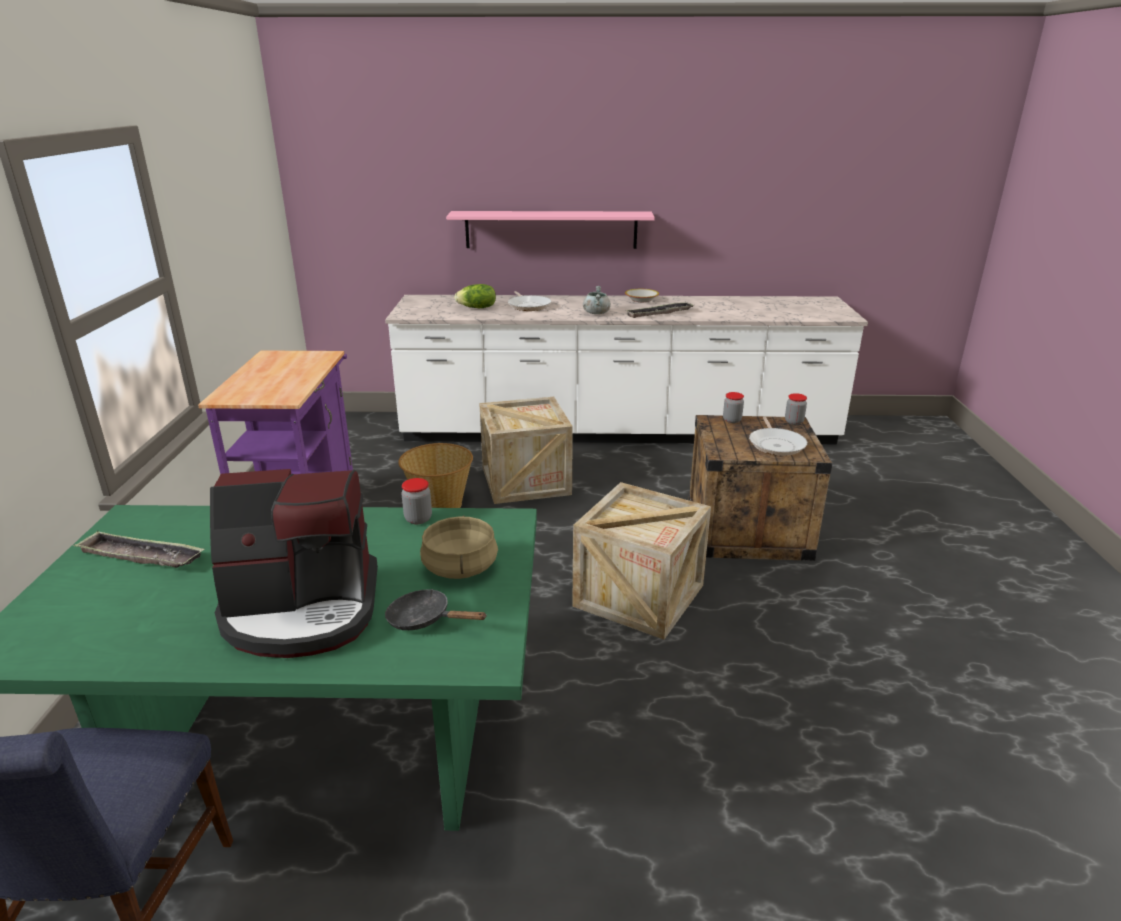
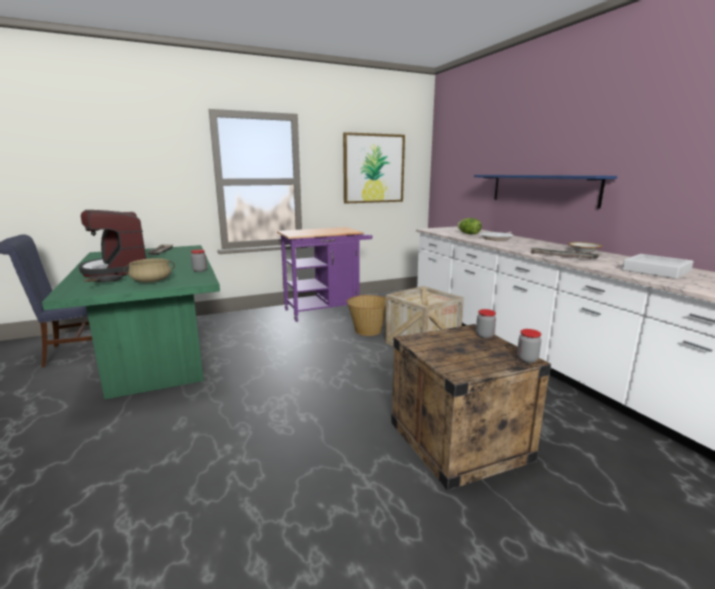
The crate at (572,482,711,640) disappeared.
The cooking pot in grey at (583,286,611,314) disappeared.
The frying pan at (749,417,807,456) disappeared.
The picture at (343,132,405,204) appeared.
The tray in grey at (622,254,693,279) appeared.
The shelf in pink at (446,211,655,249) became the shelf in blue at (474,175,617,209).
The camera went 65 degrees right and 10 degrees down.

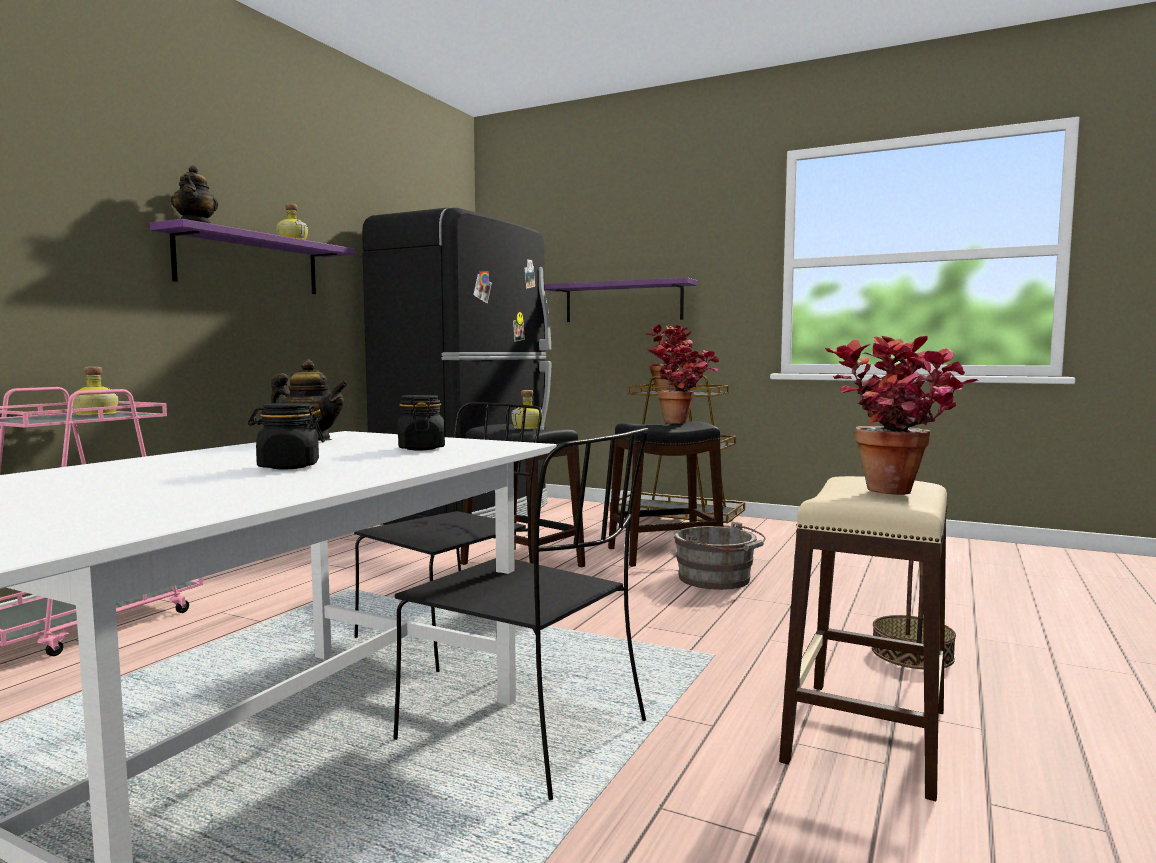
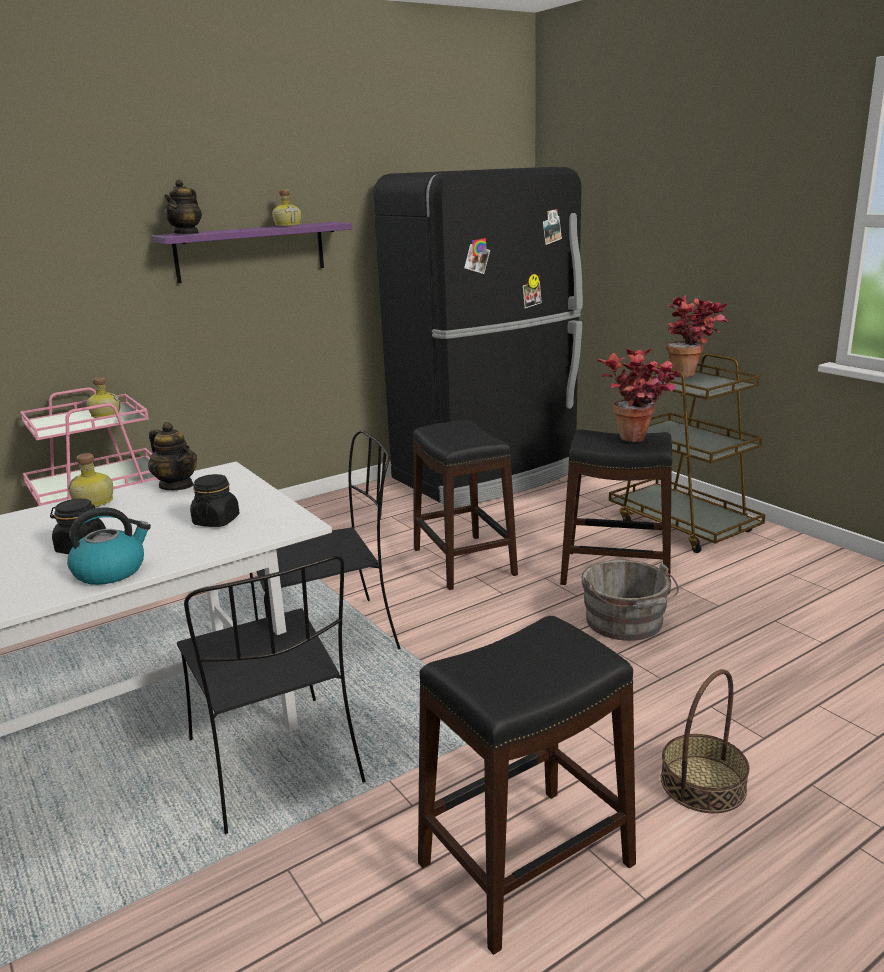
The shelf in purple at (544,277,698,322) disappeared.
The potted plant at (825,336,978,495) disappeared.
The kettle at (67,507,151,585) appeared.
The bottle moved from (511,390,543,429) to (68,453,113,507).
The stool in beige at (779,476,948,801) became the stool in black at (418,616,636,955).
The camera went 30 degrees right and 15 degrees up.

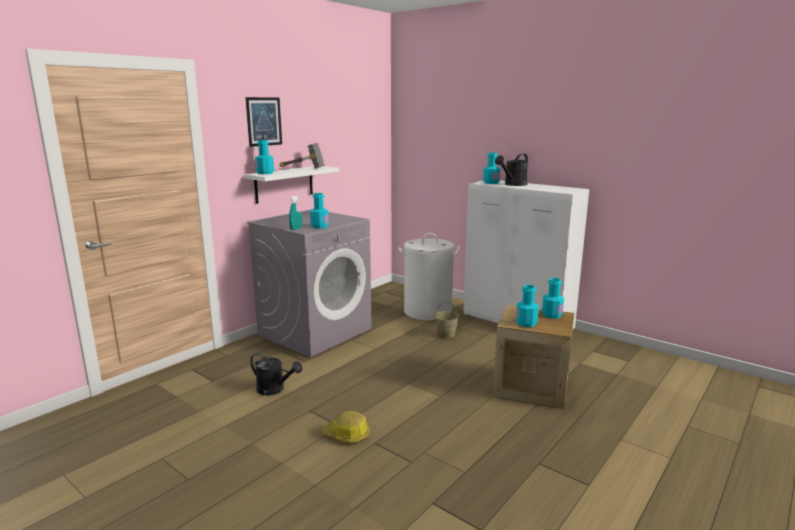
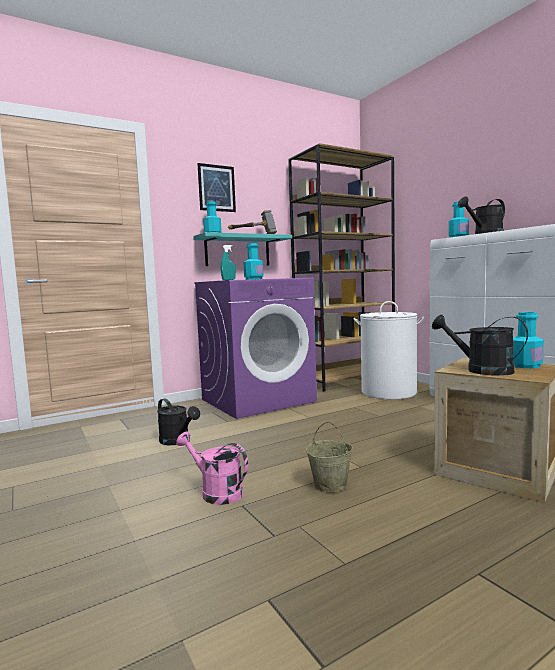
The bookcase in brown at (288,143,395,392) appeared.
The bucket in beige moved from (434,301,459,339) to (306,421,353,493).
The hard hat at (322,411,370,443) was replaced by the watering can in pink at (176,432,248,505).
The bottle in turquoise at (516,285,539,327) was replaced by the watering can in black at (432,315,528,376).
The shelf in white at (244,166,339,204) became the shelf in turquoise at (193,232,292,266).
The washing machine in grey at (247,209,372,357) became the washing machine in purple at (194,278,317,419).
The camera went 20 degrees right and 10 degrees down.

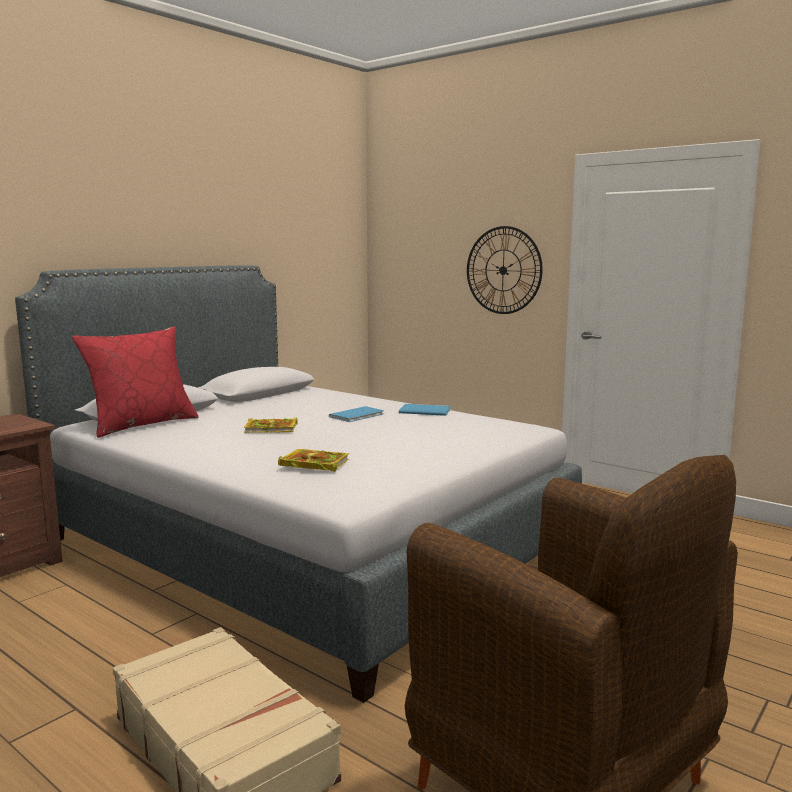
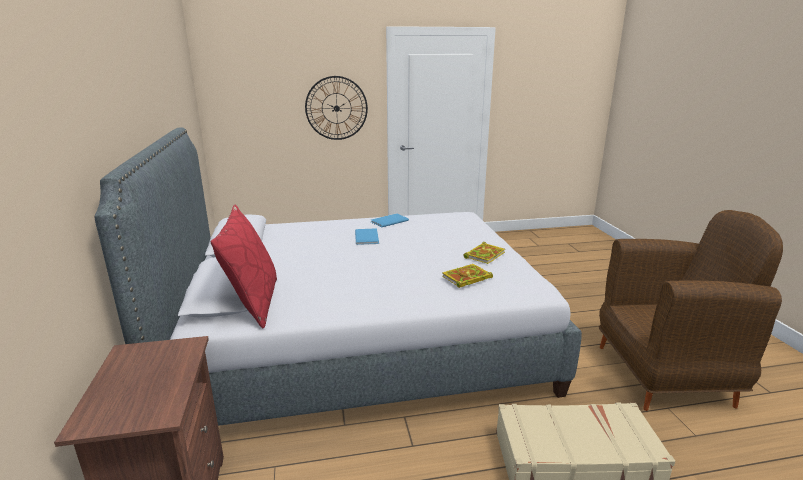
The book moved from (244,417,298,433) to (463,242,505,264).
The camera went 50 degrees left and 10 degrees up.

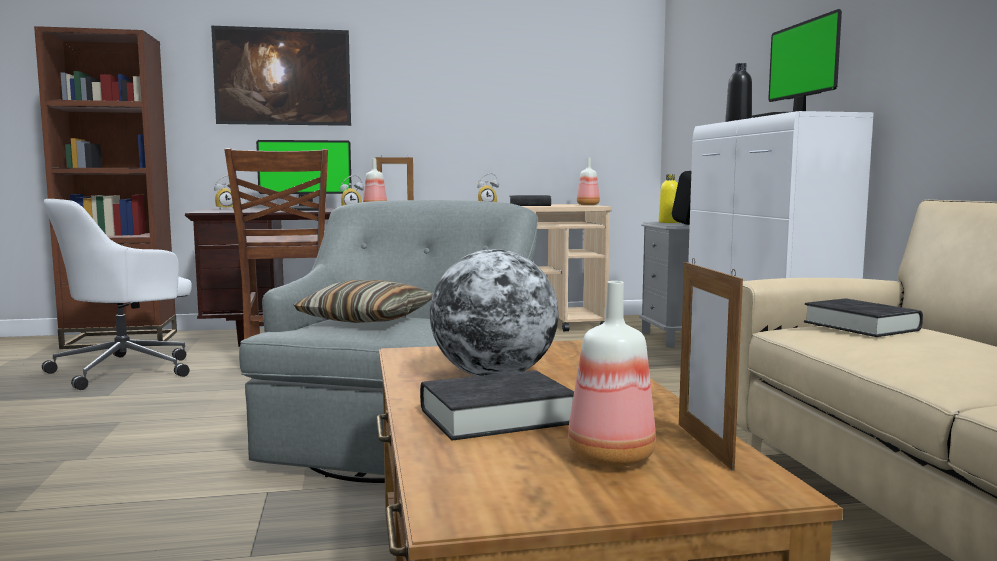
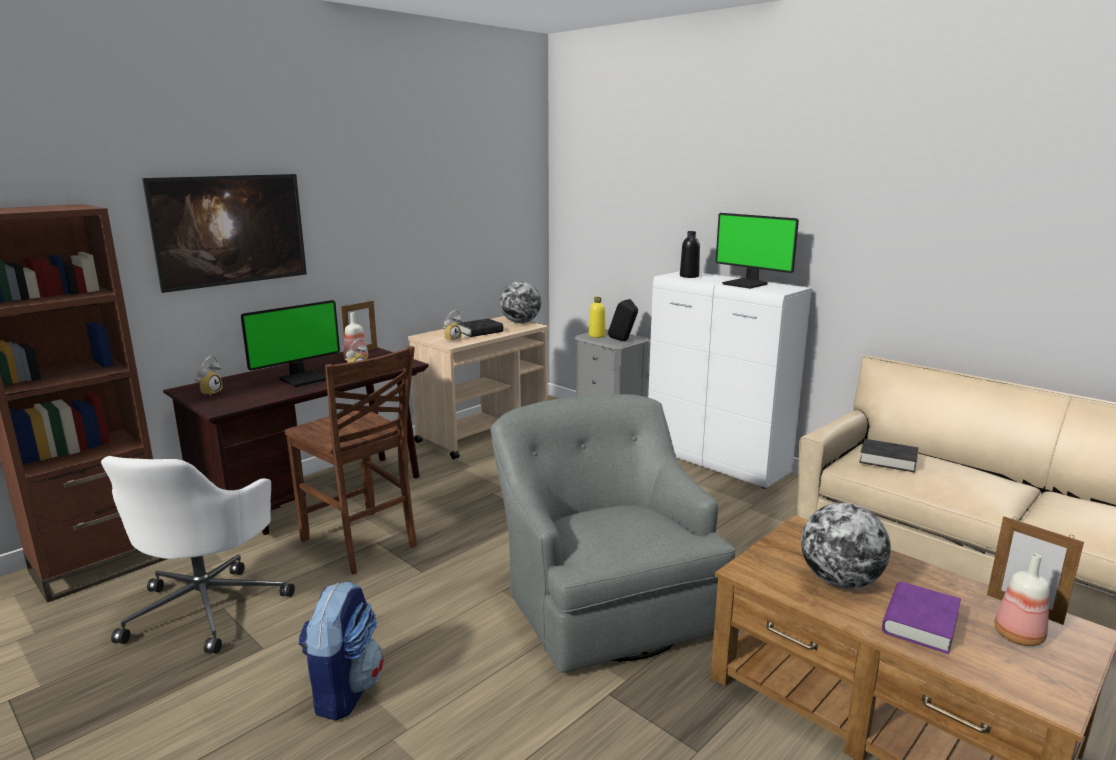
The pillow at (293,280,433,323) disappeared.
The backpack at (298,581,384,721) appeared.
The bottle at (577,158,600,205) was replaced by the globe at (500,281,541,323).
The book in black at (420,370,574,441) became the book in purple at (882,582,961,654).
The camera went 35 degrees left and 10 degrees up.

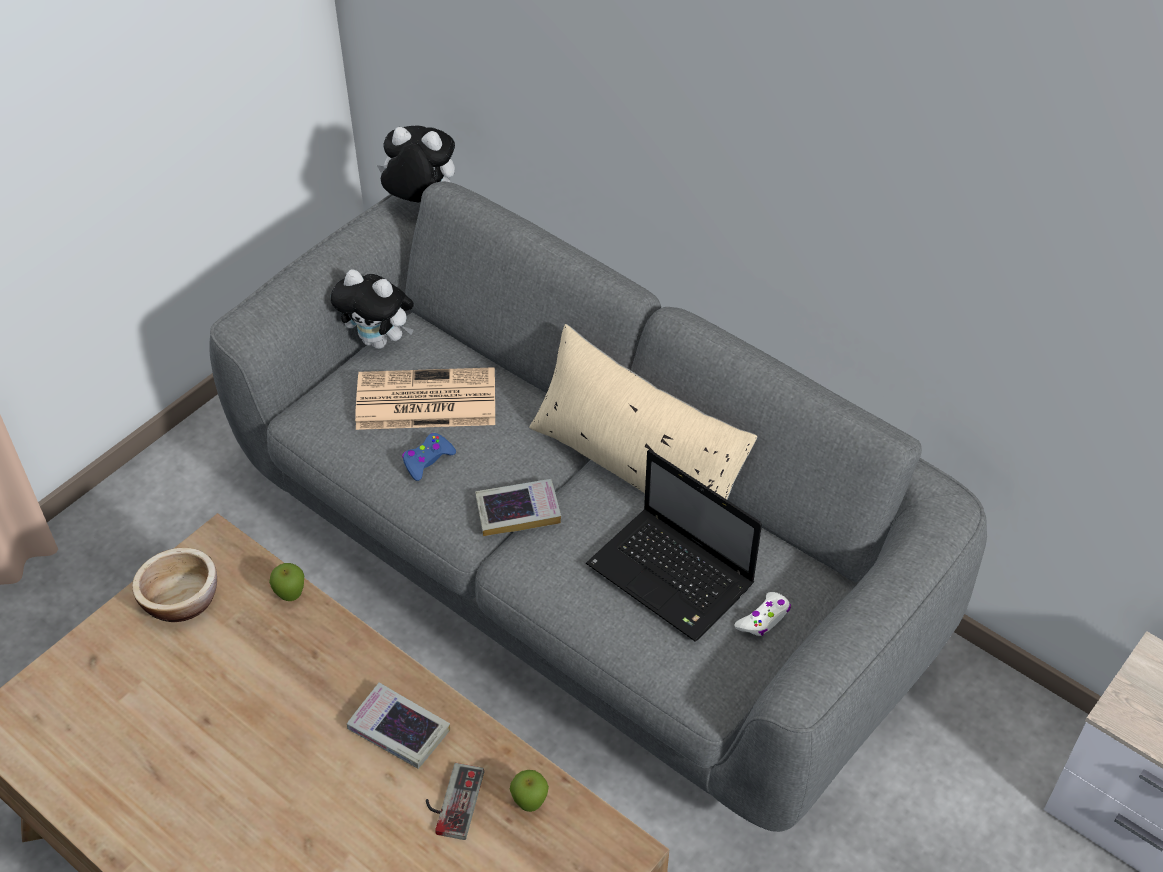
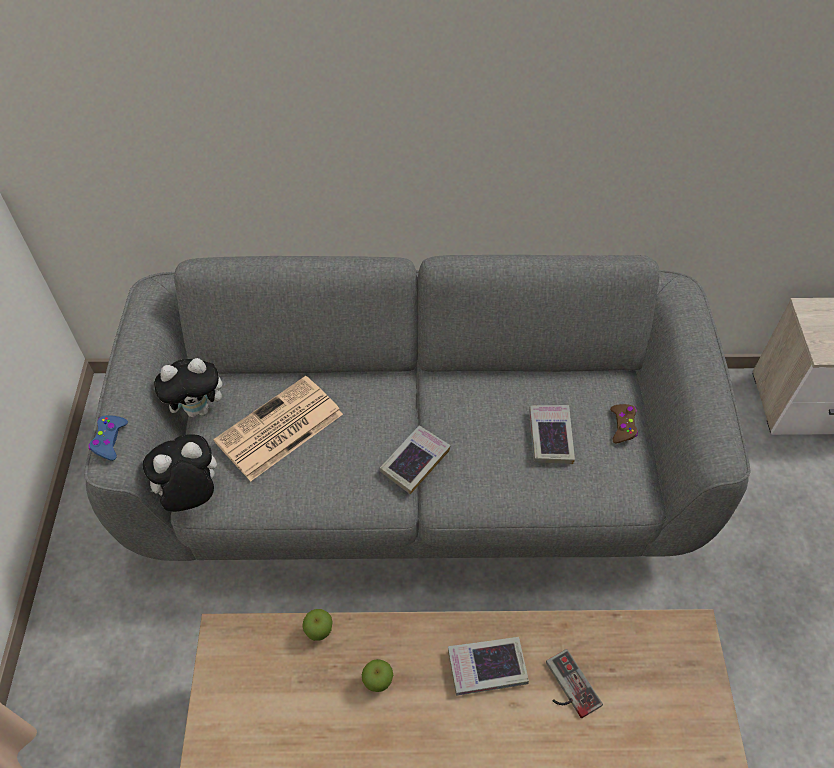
The bowl at (132,548,217,622) disappeared.
The pillow in beige at (529,324,757,499) disappeared.
The plush toy moved from (377,126,455,202) to (143,434,217,512).
The game controller in blue moved from (402,433,456,481) to (89,415,128,461).
The apple moved from (510,770,549,812) to (362,659,393,692).
The laptop at (586,450,762,642) was replaced by the book at (529,405,575,464).
The game controller in white at (734,592,791,636) became the game controller in brown at (610,404,638,444).
The camera went 40 degrees left and 5 degrees up.

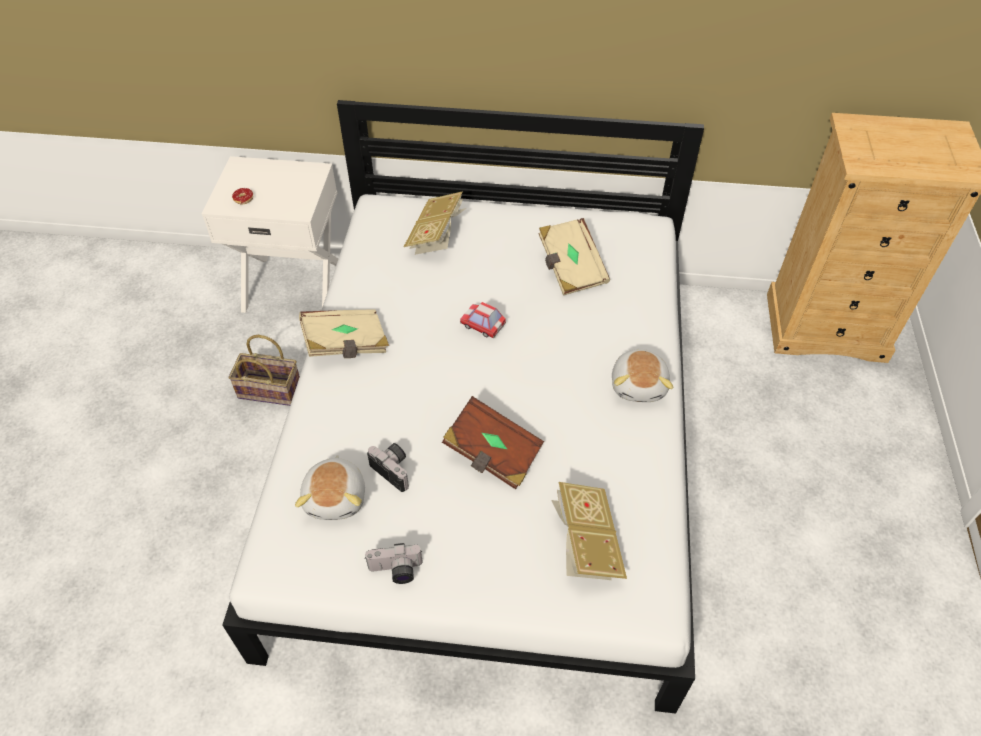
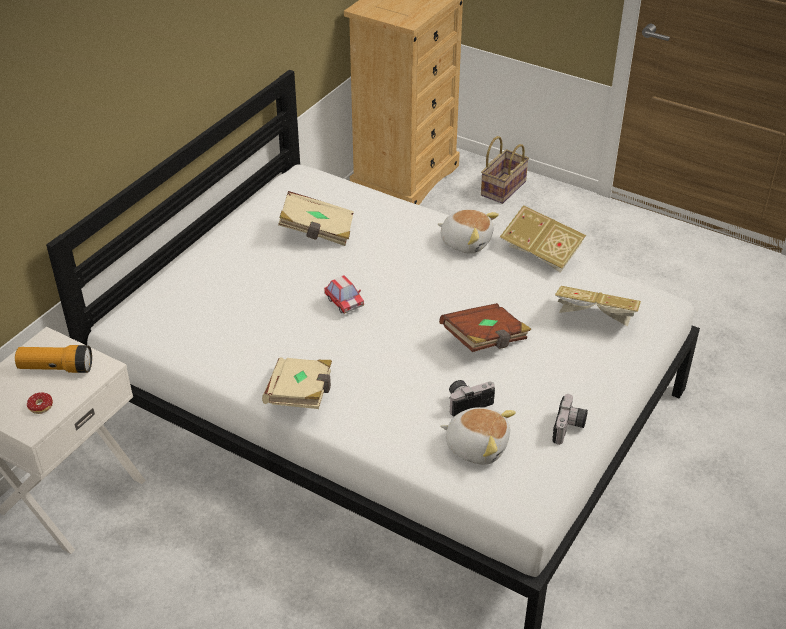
The flashlight at (15,345,92,373) appeared.
The basket moved from (229,335,300,406) to (481,136,529,204).
The book moved from (404,191,466,255) to (500,205,586,273).
The toy car at (460,302,506,338) turned 90 degrees counterclockwise.
The camera went 65 degrees left and 10 degrees down.

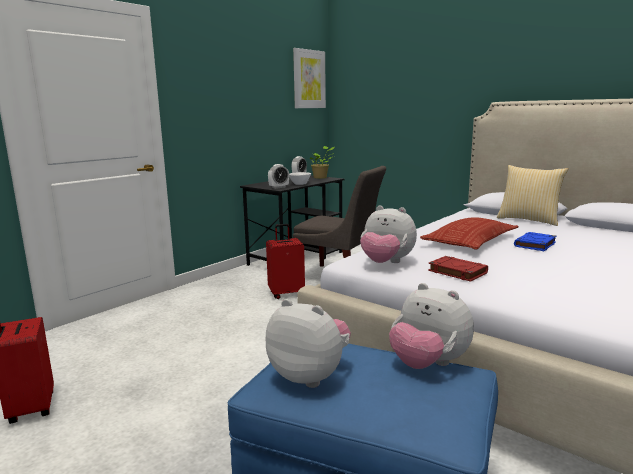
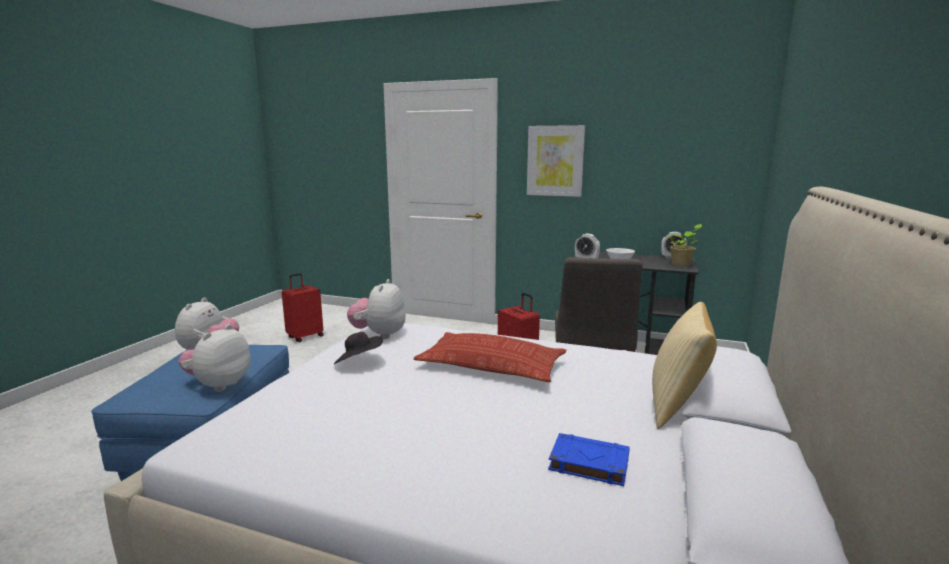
The picture moved from (293,48,326,108) to (527,125,585,197).
The book in blue moved from (514,232,557,251) to (548,433,630,486).
The book in red at (428,256,488,282) was replaced by the hat in black at (334,332,383,364).
The camera went 70 degrees right and 0 degrees up.

